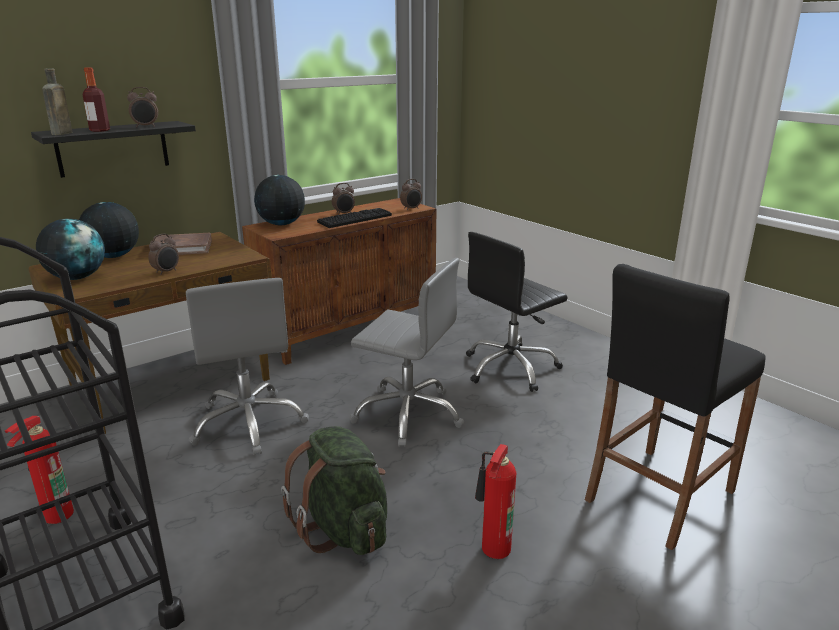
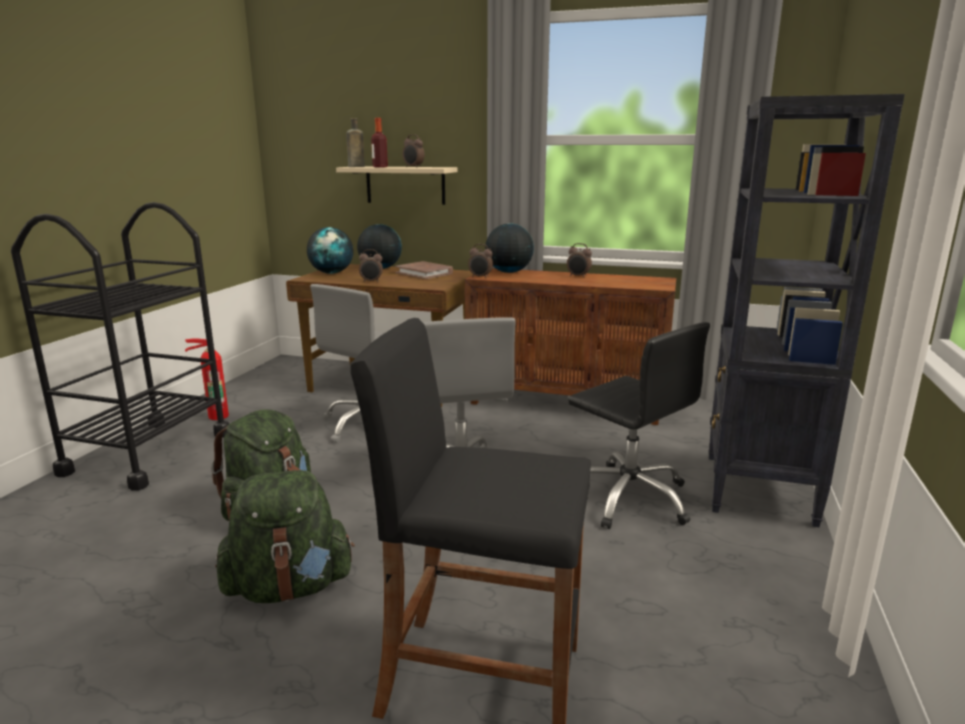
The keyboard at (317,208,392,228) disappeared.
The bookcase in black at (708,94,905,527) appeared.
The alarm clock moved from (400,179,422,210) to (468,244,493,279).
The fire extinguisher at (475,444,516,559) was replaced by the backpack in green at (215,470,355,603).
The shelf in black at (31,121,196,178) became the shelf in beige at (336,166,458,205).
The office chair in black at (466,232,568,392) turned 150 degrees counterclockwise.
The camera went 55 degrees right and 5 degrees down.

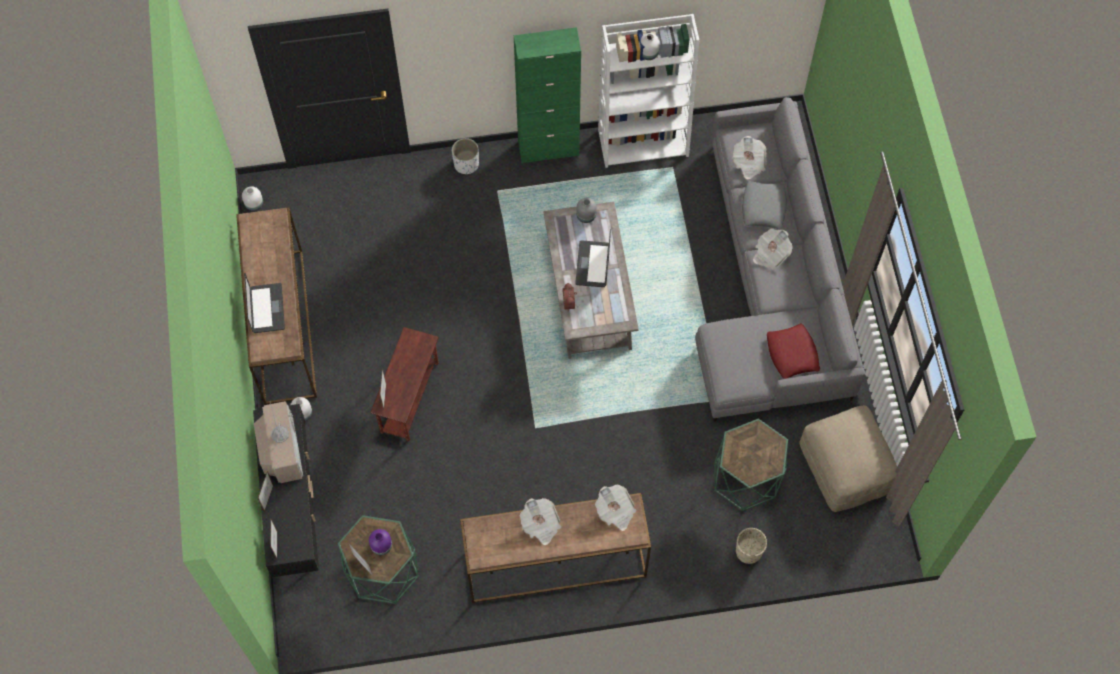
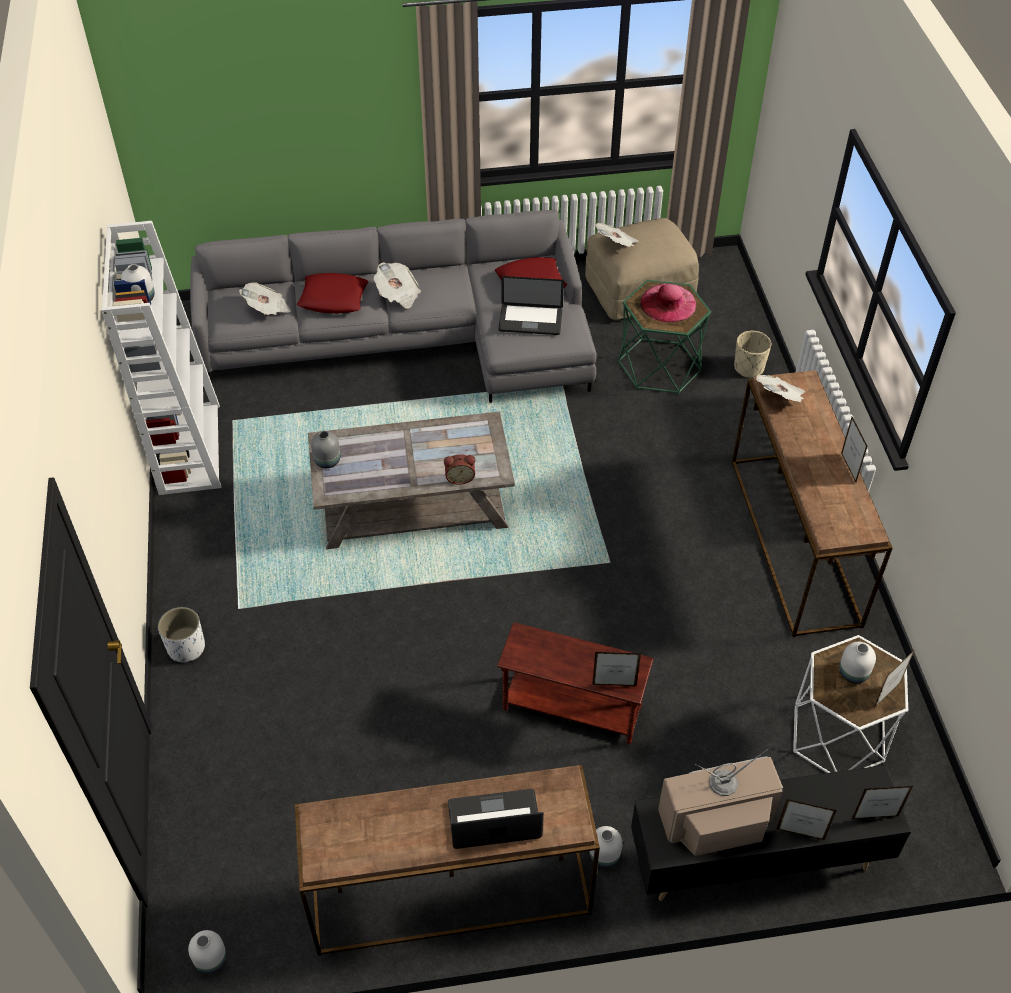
The cabinet in green at (514,27,581,163) disappeared.
The hat in pink at (640,283,696,322) appeared.
The picture frame at (841,417,867,482) appeared.
The newspaper moved from (520,498,561,545) to (595,223,639,247).
The laptop moved from (575,229,611,287) to (498,276,564,335).
The side table in green at (338,515,419,604) became the side table in white at (793,635,908,773).
The vase in purple at (369,529,392,555) became the vase in white at (839,642,876,684).
The pillow in grey at (742,181,787,230) became the pillow in red at (297,273,368,314).
The camera went 90 degrees left and 15 degrees down.

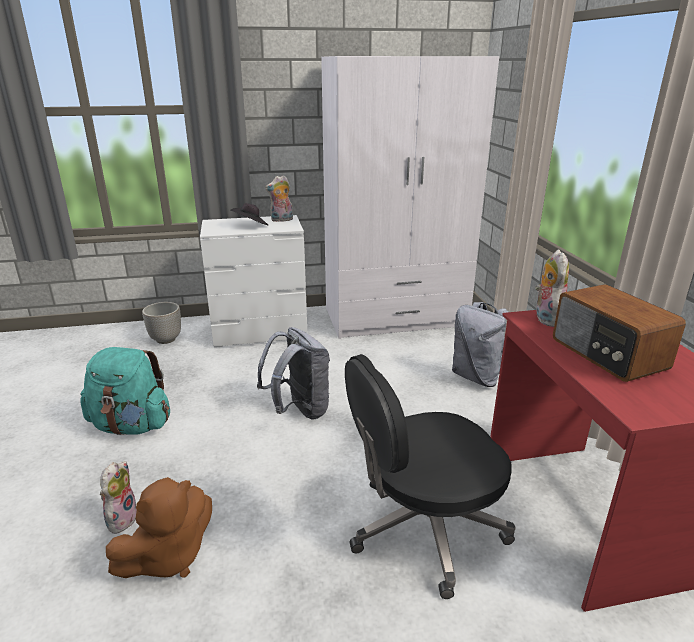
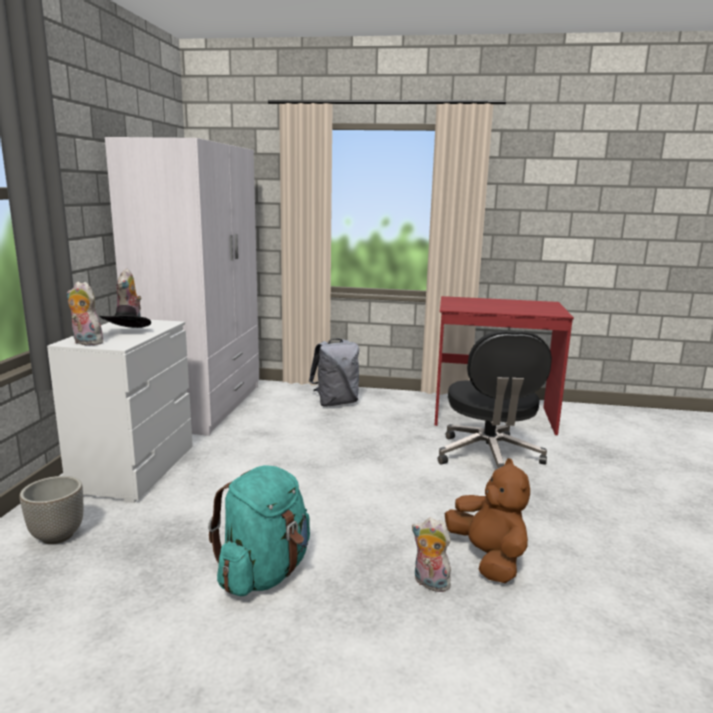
The backpack in grey at (257,327,330,419) disappeared.
The radio at (553,284,686,382) disappeared.
The plush toy moved from (535,249,569,327) to (67,282,103,345).
The camera went 70 degrees left and 10 degrees down.

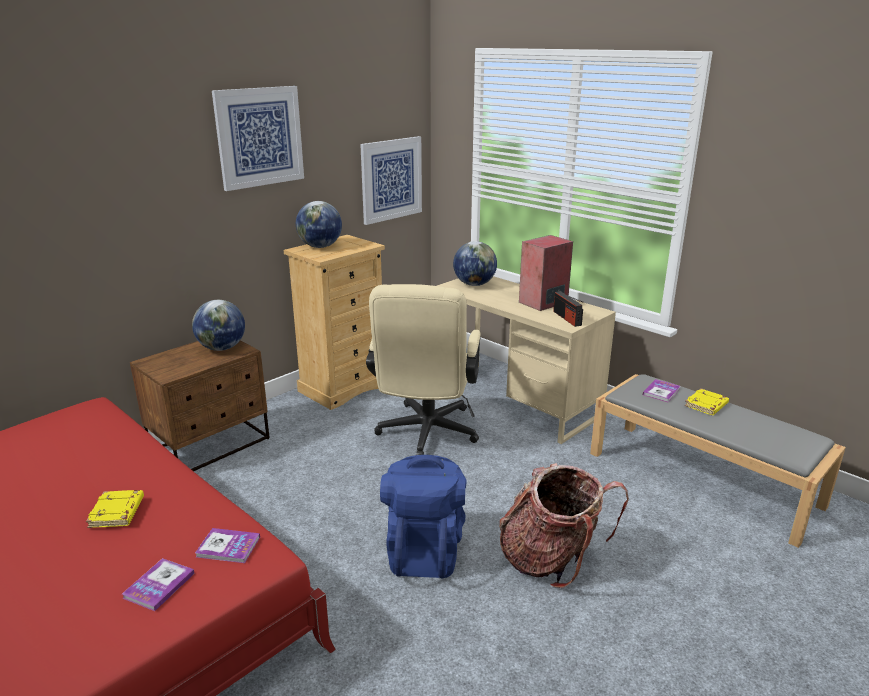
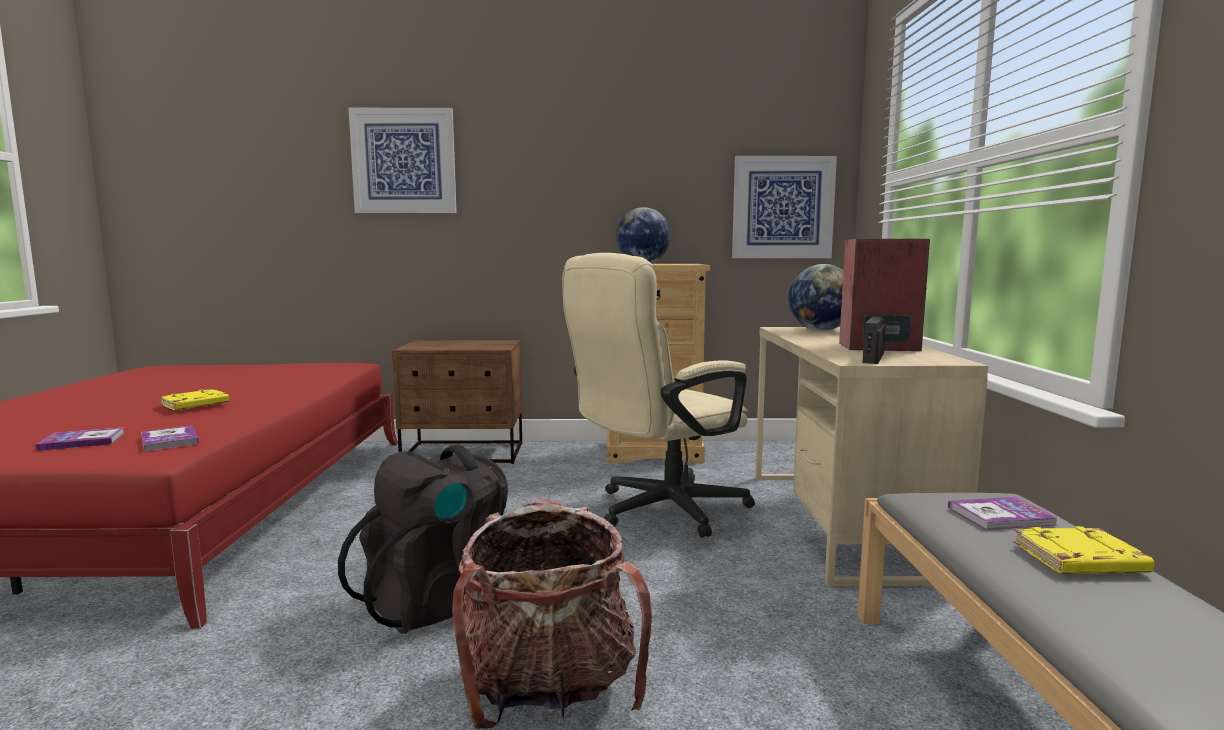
The globe at (192,300,245,351) disappeared.
The picture moved from (212,86,304,191) to (348,108,457,213).
The backpack in blue at (380,455,467,578) became the backpack in black at (338,445,508,634).
The camera went 45 degrees right and 15 degrees down.

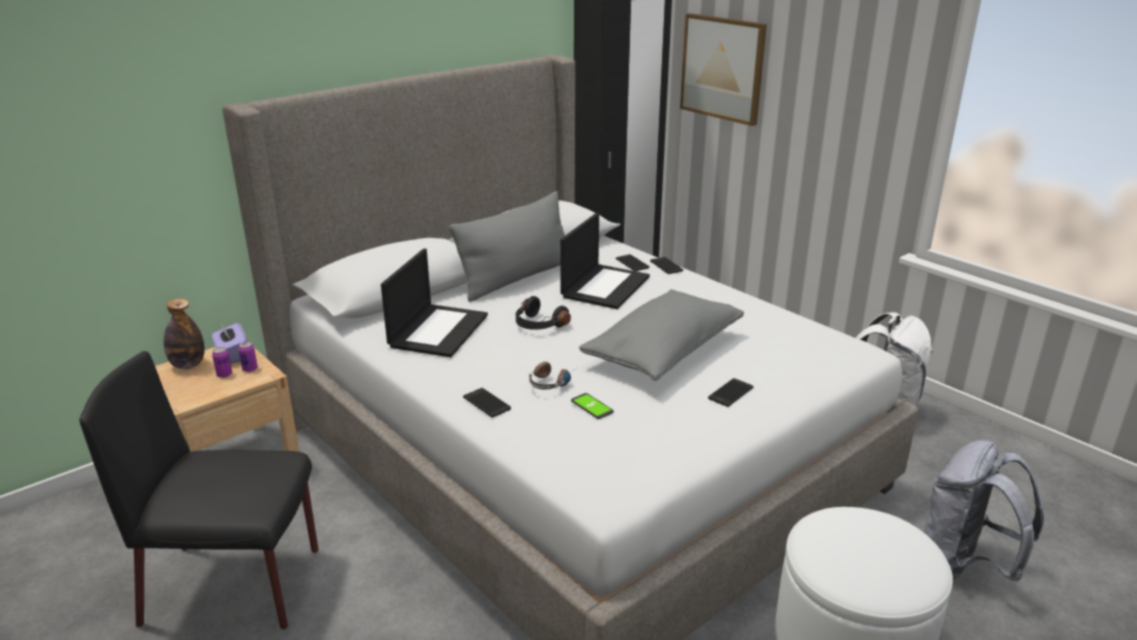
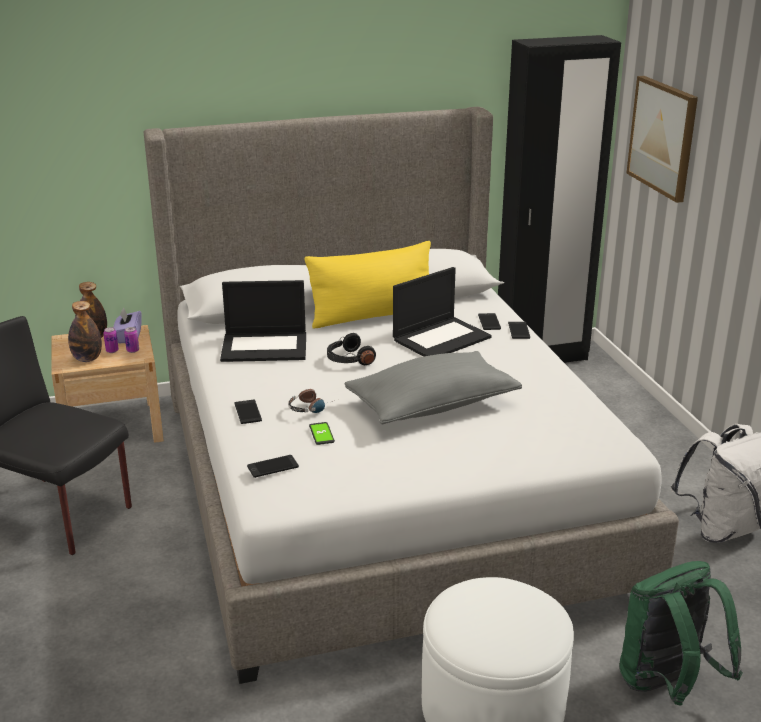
The bottle at (68,301,102,362) appeared.
The phone moved from (708,378,753,407) to (247,455,299,478).
The pillow in grey at (449,191,565,302) became the pillow in yellow at (305,241,431,329).
The backpack in grey at (923,440,1044,581) became the backpack in green at (620,561,743,705).
The laptop at (381,248,488,357) turned 45 degrees clockwise.
The camera went 25 degrees right and 0 degrees up.

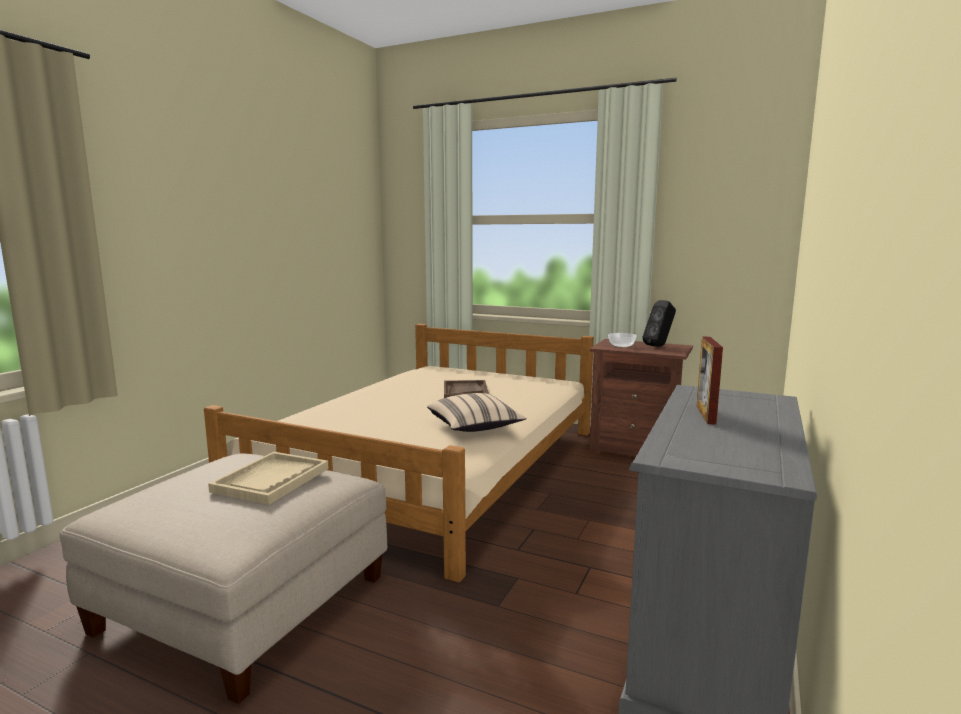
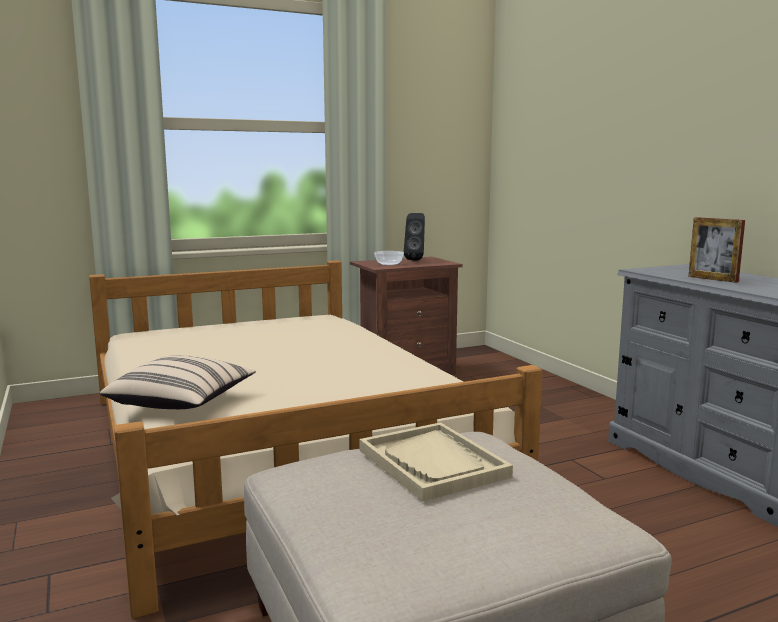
The tray in brown at (444,380,489,398) disappeared.
The pillow in beige moved from (427,393,526,432) to (100,355,256,409).
The camera went 50 degrees left and 0 degrees up.

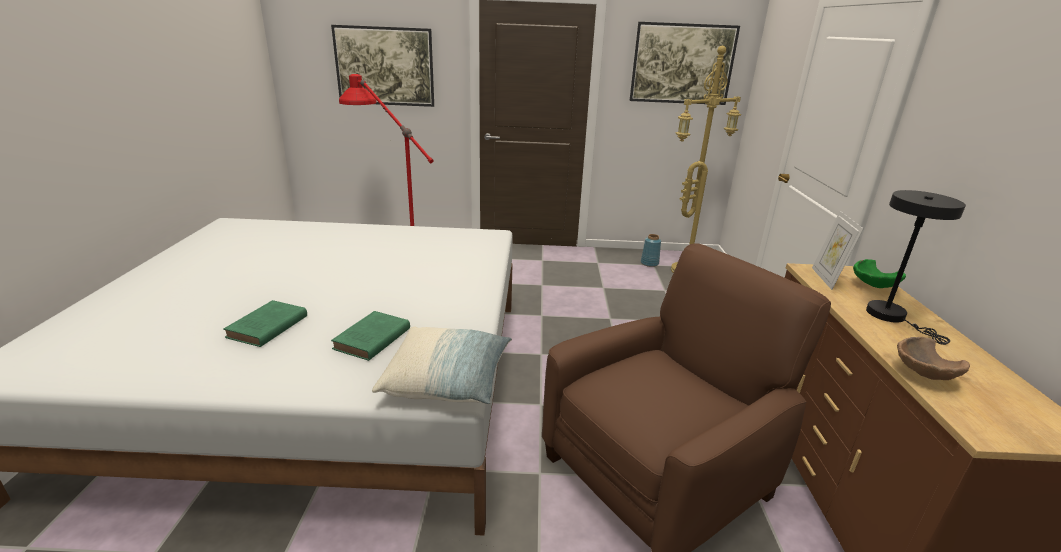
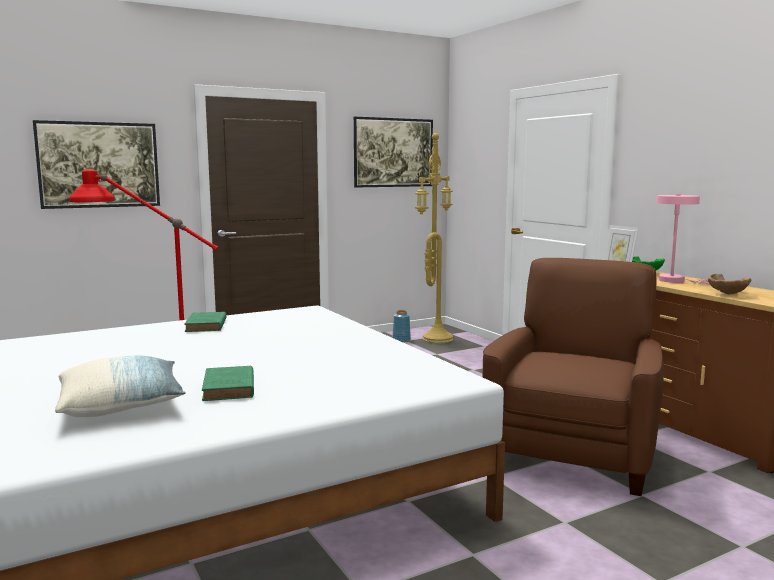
The book in green moved from (331,311,410,361) to (184,312,227,332).
The pillow moved from (372,327,512,404) to (55,356,186,417).
The table lamp in black at (866,190,966,345) became the table lamp in pink at (656,194,710,285).
The camera went 30 degrees left and 15 degrees down.

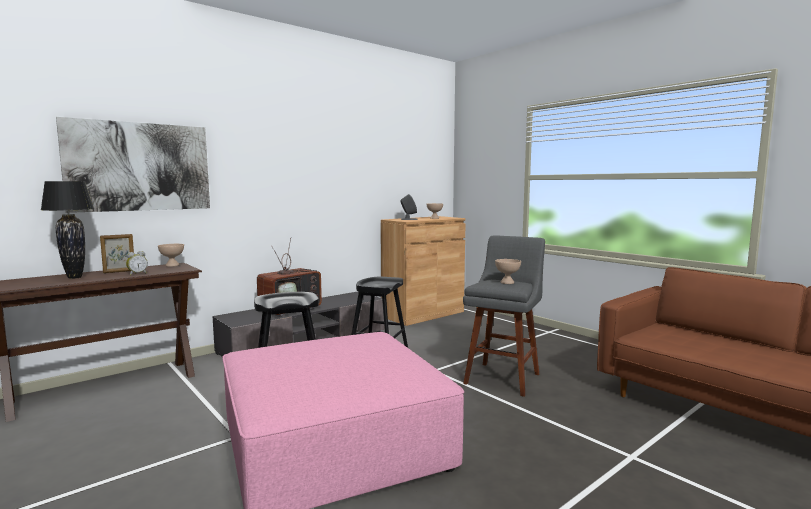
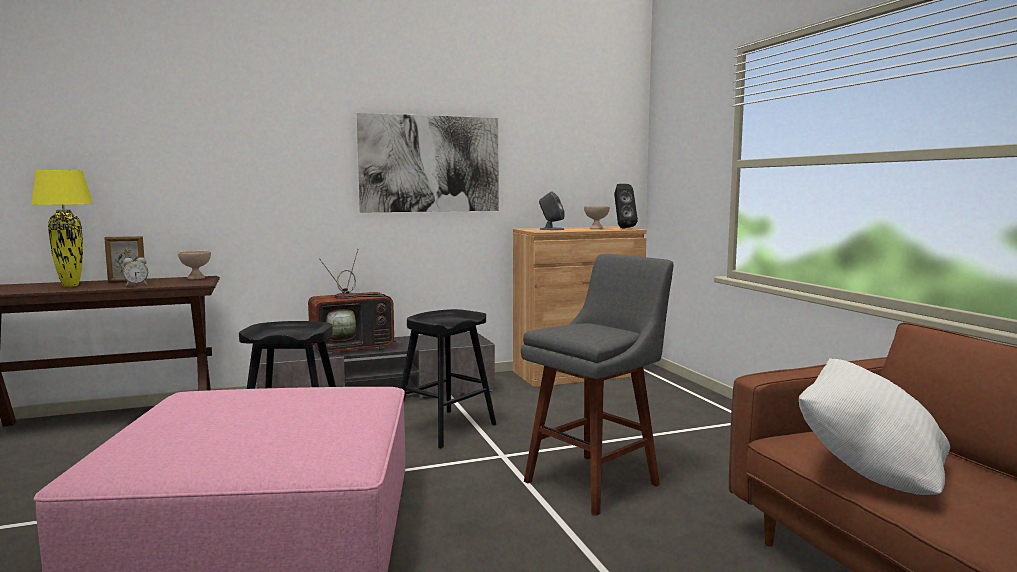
The bowl in beige at (495,259,521,284) disappeared.
The speaker in black at (614,184,638,228) appeared.
The pillow in white at (799,358,950,495) appeared.
The picture moved from (56,117,210,213) to (357,113,499,213).
The table lamp in black at (41,181,94,279) became the table lamp in yellow at (31,170,93,287).
The camera went 20 degrees right and 0 degrees up.

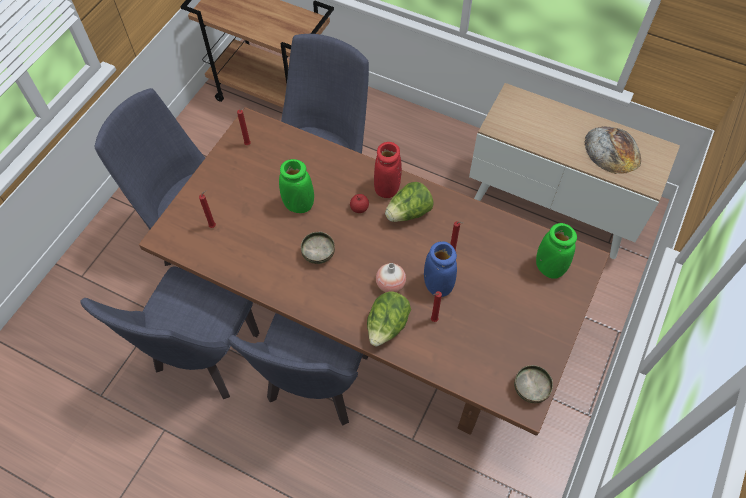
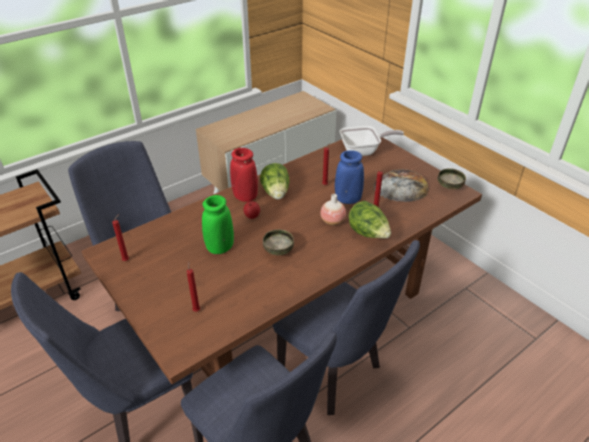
The bread moved from (585,127,641,174) to (374,169,429,202).
The vase in green at (536,223,577,279) was replaced by the frying pan at (340,126,404,156).
The camera went 65 degrees left and 20 degrees down.

